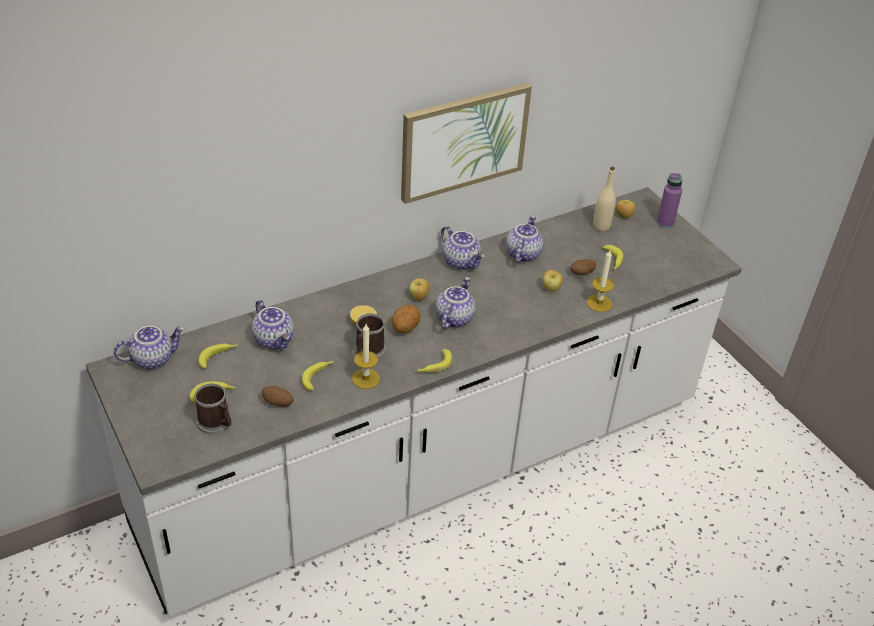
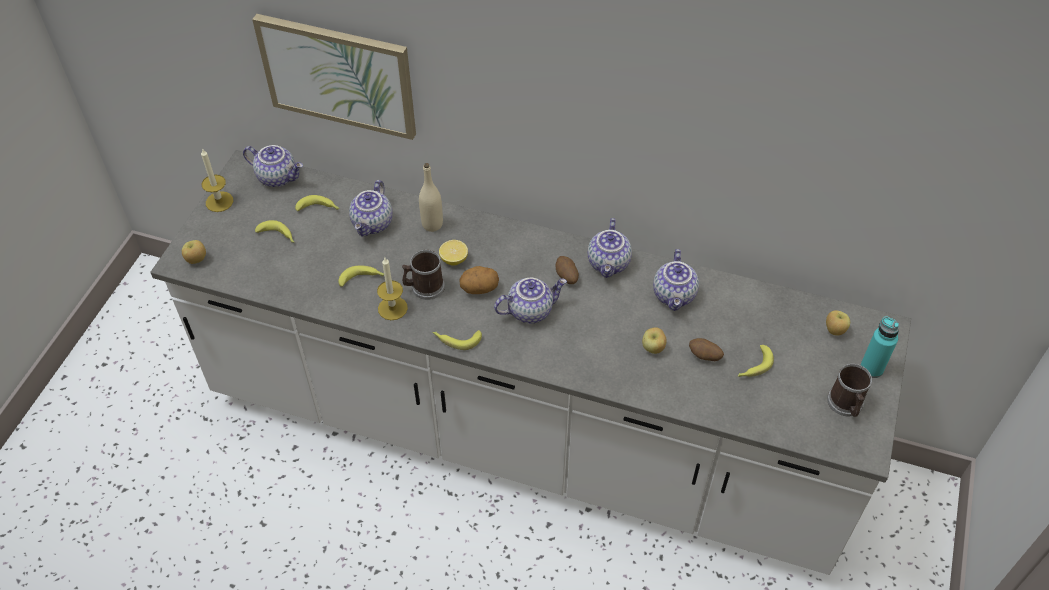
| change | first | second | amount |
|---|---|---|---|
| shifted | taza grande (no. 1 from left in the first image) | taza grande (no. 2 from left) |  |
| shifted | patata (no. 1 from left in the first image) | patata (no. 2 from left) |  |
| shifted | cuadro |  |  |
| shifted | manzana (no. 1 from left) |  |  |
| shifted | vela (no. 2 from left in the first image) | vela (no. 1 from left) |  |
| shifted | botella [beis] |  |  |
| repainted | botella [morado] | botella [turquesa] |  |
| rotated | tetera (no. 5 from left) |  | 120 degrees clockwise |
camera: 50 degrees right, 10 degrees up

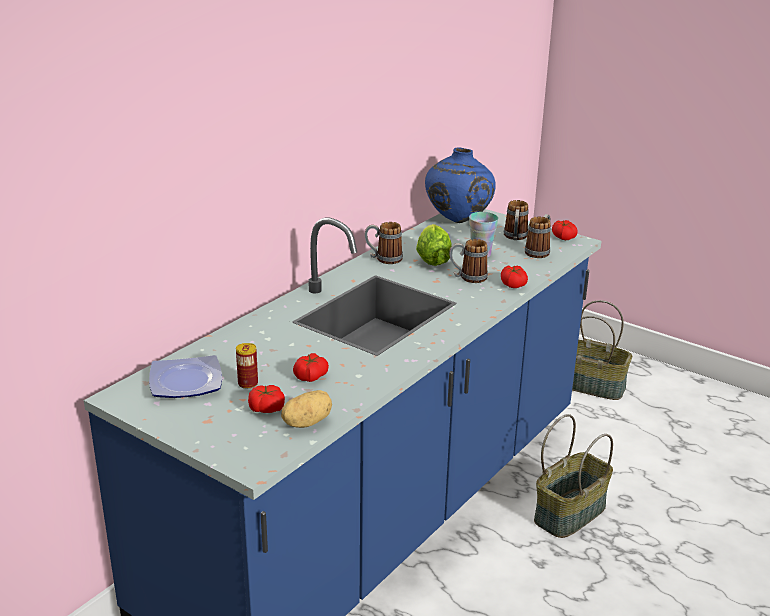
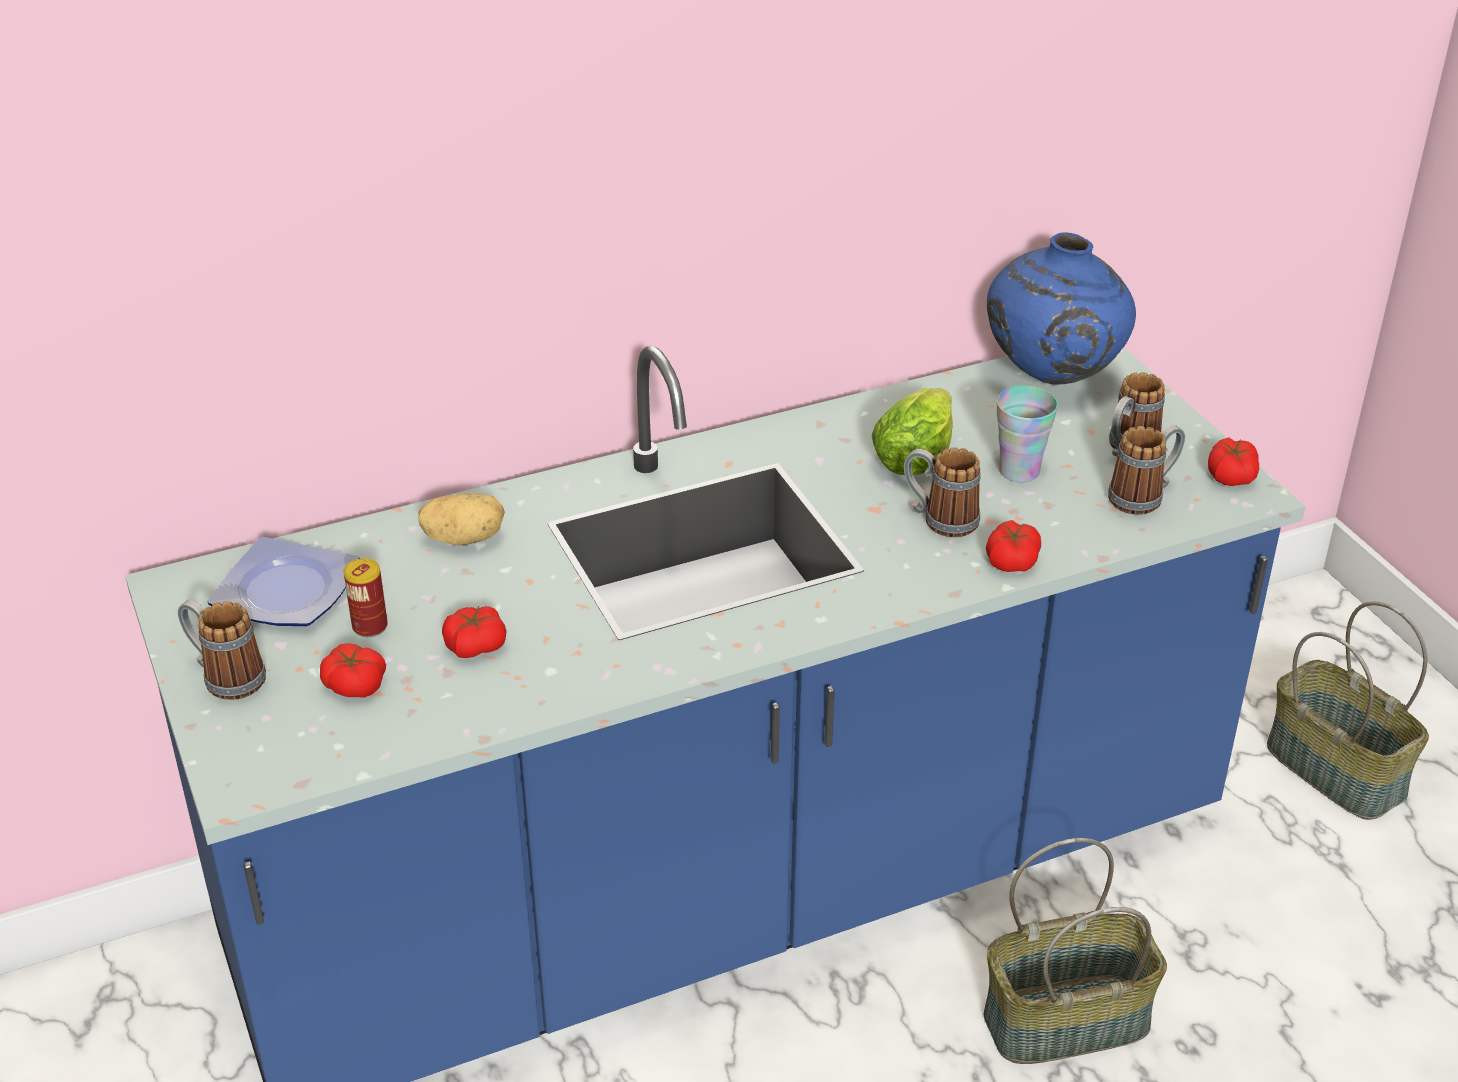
| change | first | second | amount |
|---|---|---|---|
| shifted | patata |  |  |
| shifted | taza grande (no. 1 from left) |  |  |
camera: 30 degrees right, 10 degrees up

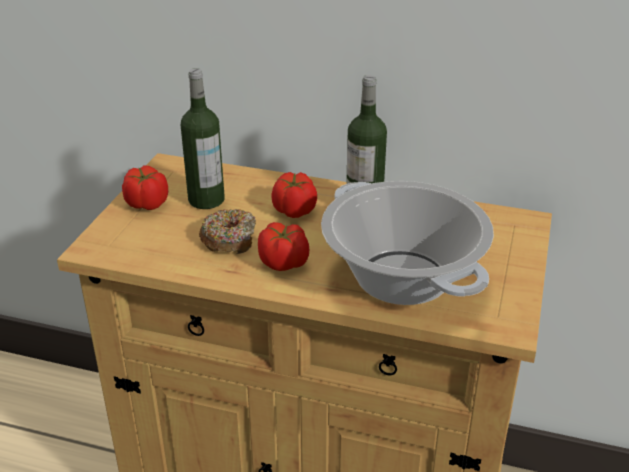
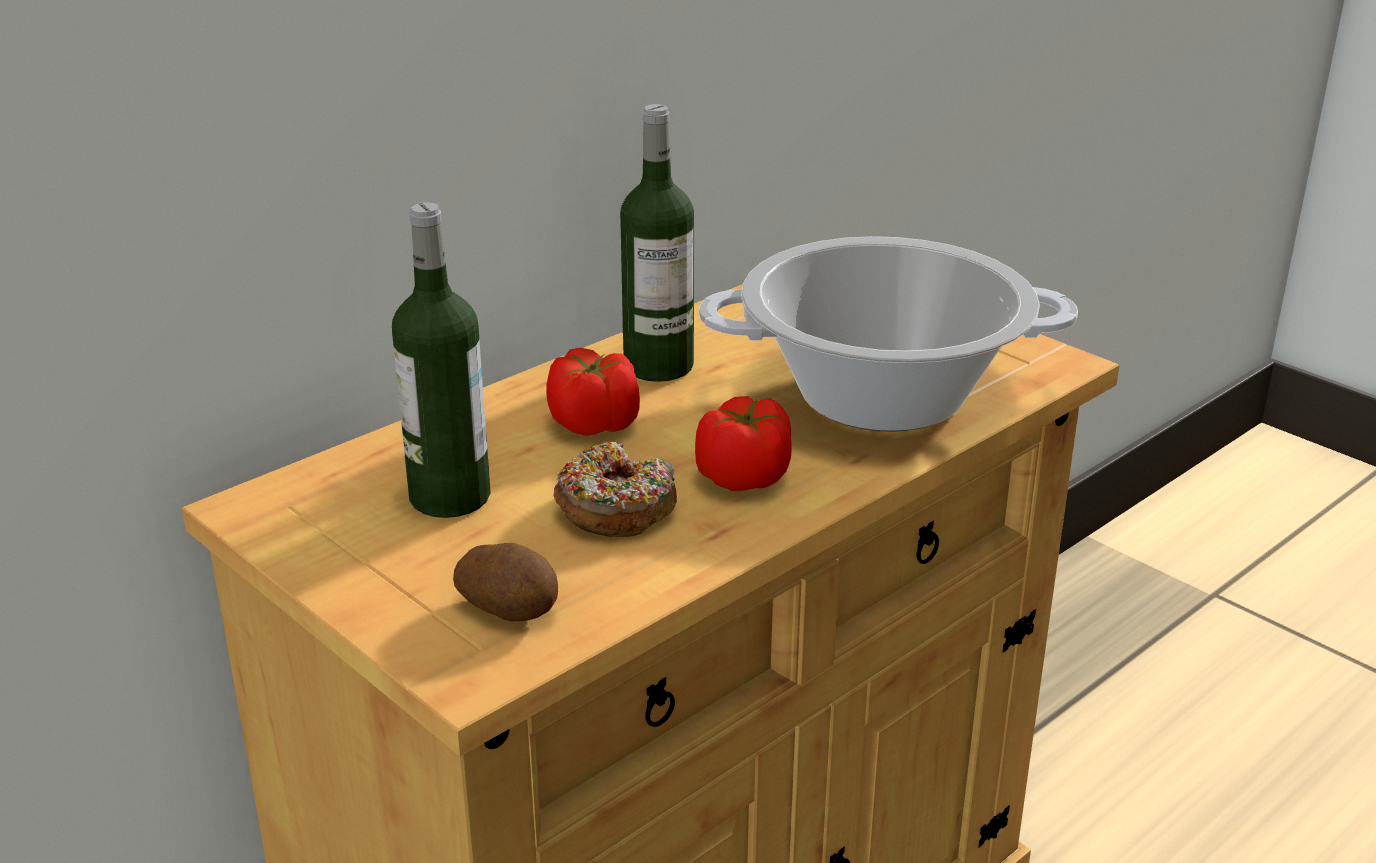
| change | first | second | amount |
|---|---|---|---|
| gone | tomate (no. 1 from left) |  |  |
| new |  | patata |  |
camera: 60 degrees left, 5 degrees down

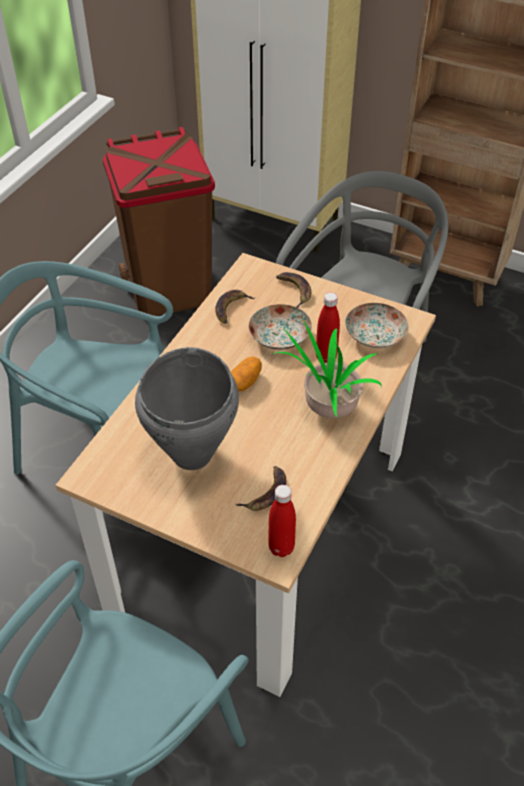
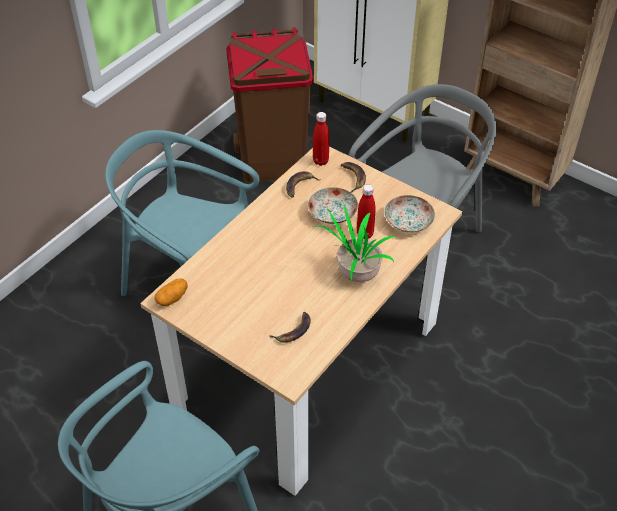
| change | first | second | amount |
|---|---|---|---|
| gone | olla [gris] |  |  |
| shifted | patata |  |  |
| shifted | botella [rojo] (no. 1 from left) |  |  |
camera: 10 degrees right, 0 degrees up

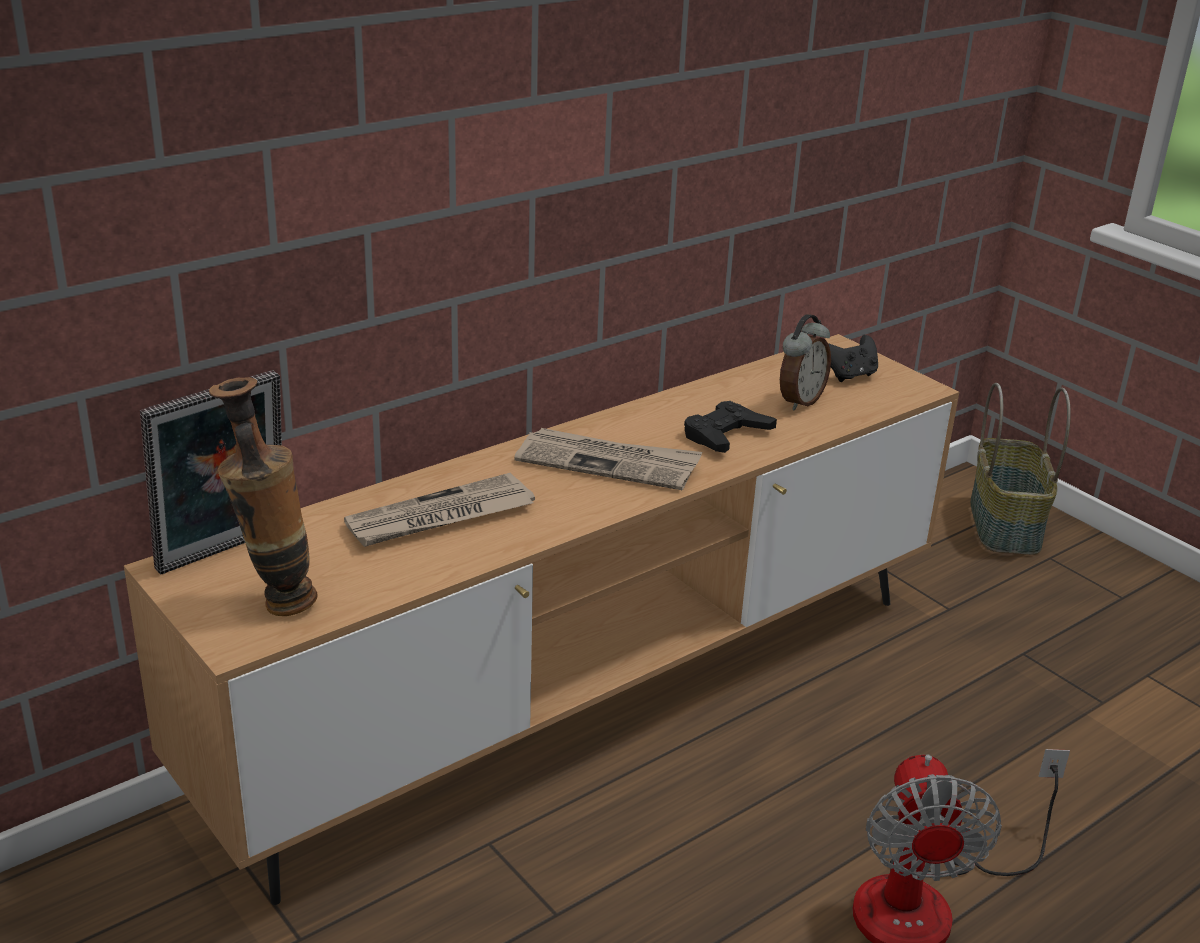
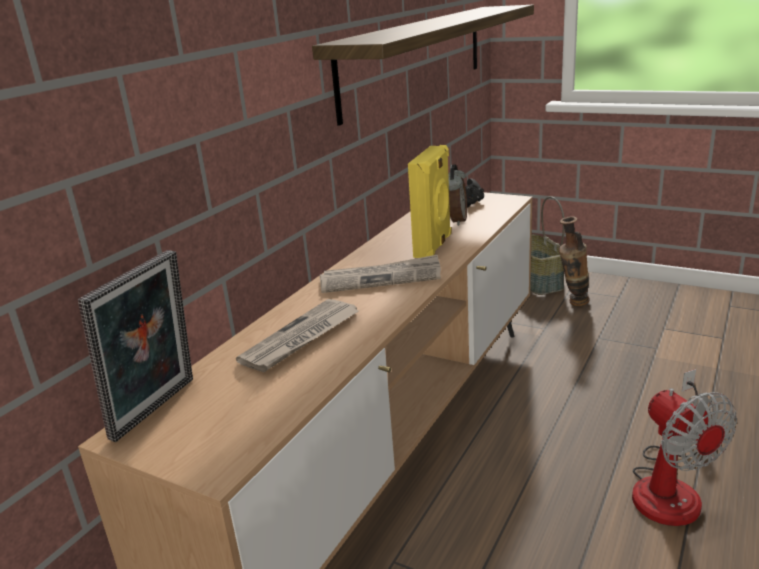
| change | first | second | amount |
|---|---|---|---|
| new |  | estante |  |
| shifted | florero |  |  |
| swapped | mando de consola [negro] (no. 1 from left) | altavoz [amarillo] |  |
camera: 20 degrees left, 5 degrees down

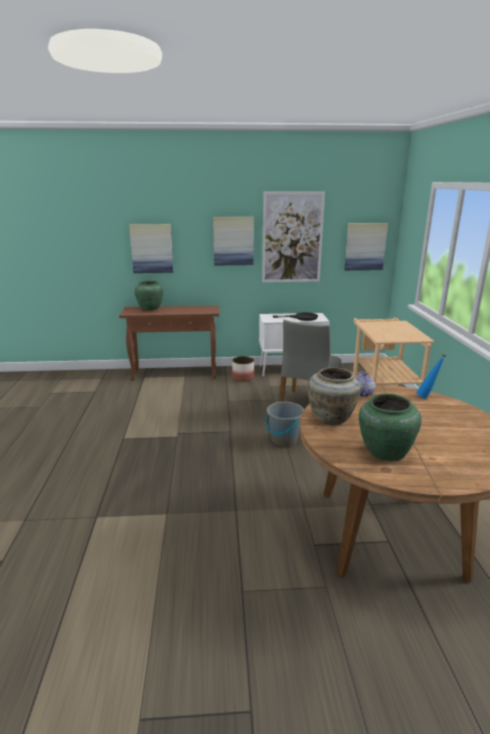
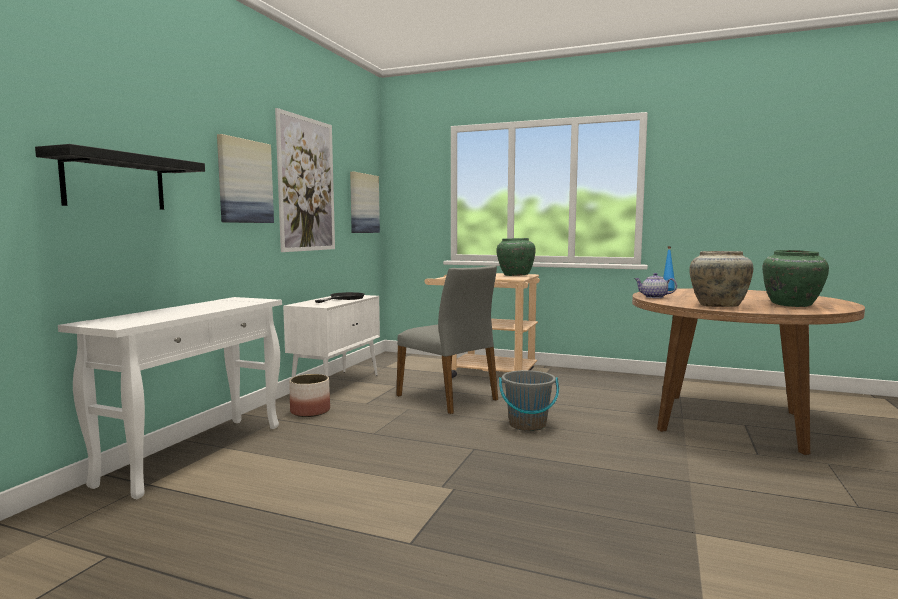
| change | first | second | amount |
|---|---|---|---|
| shifted | florero [verde] (no. 1 from left) |  |  |
| swapped | cuadro (no. 1 from left) | estante [negro] |  |
| repainted | mesa consola [marrón] | mesa consola [blanco] |  |
camera: 65 degrees left, 15 degrees down

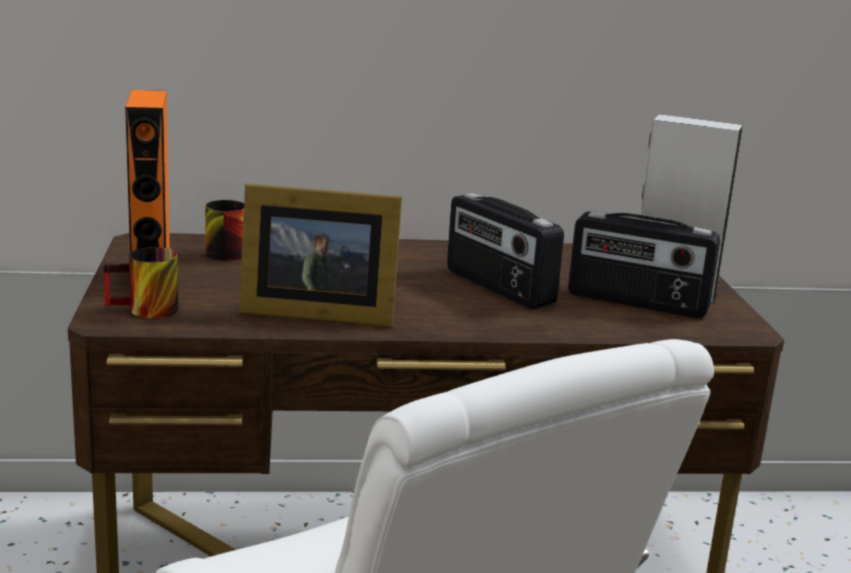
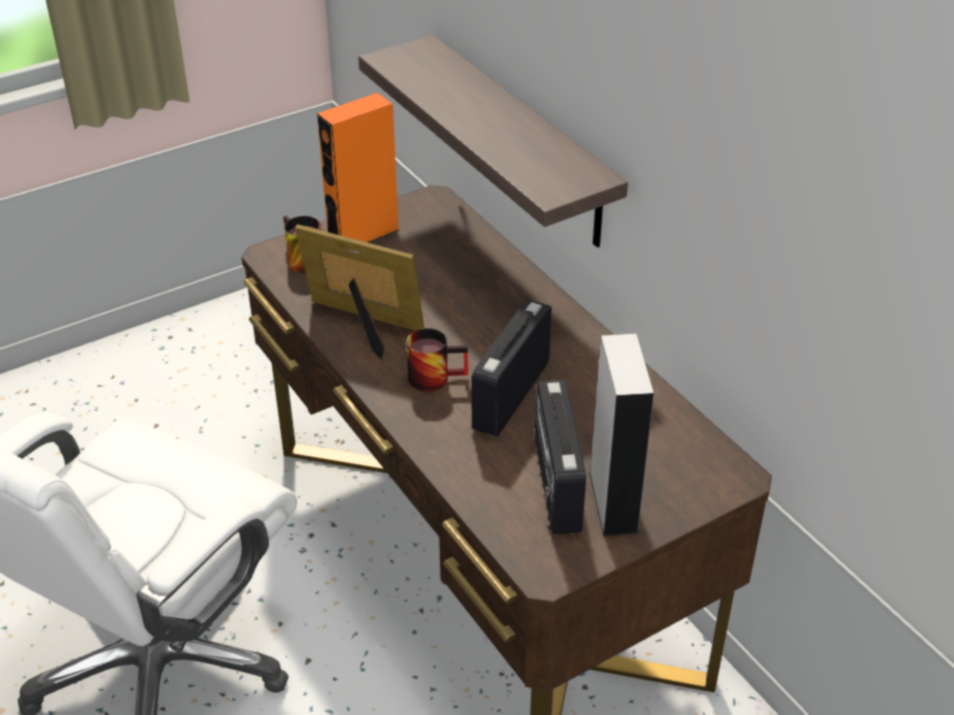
| change | first | second | amount |
|---|---|---|---|
| new |  | estante |  |
| shifted | taza grande (no. 2 from left) |  |  |
| rotated | portarretratos |  | 135 degrees clockwise |
camera: 65 degrees right, 20 degrees up

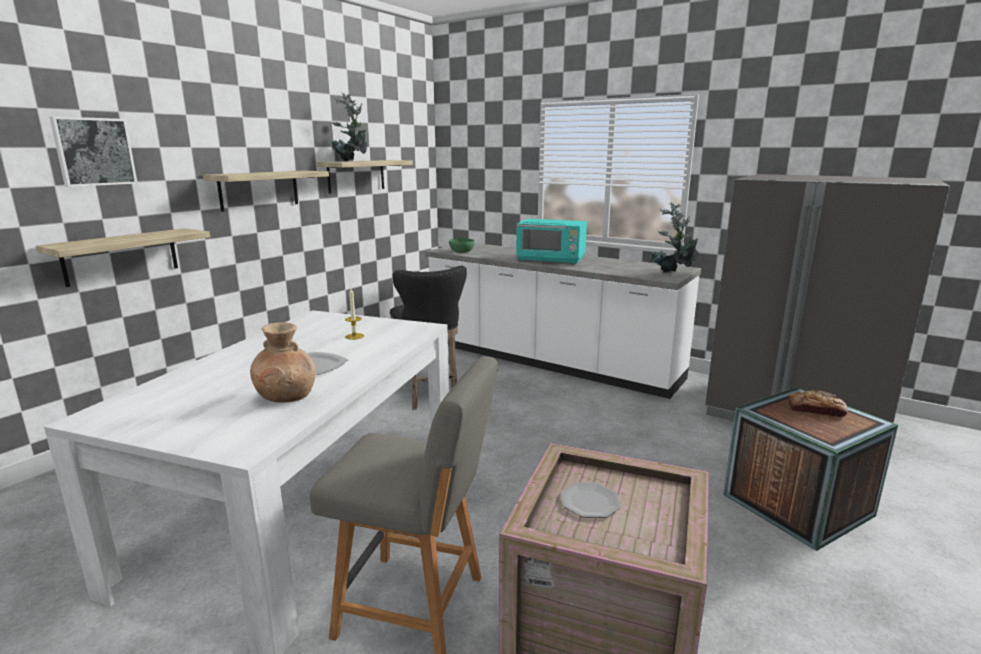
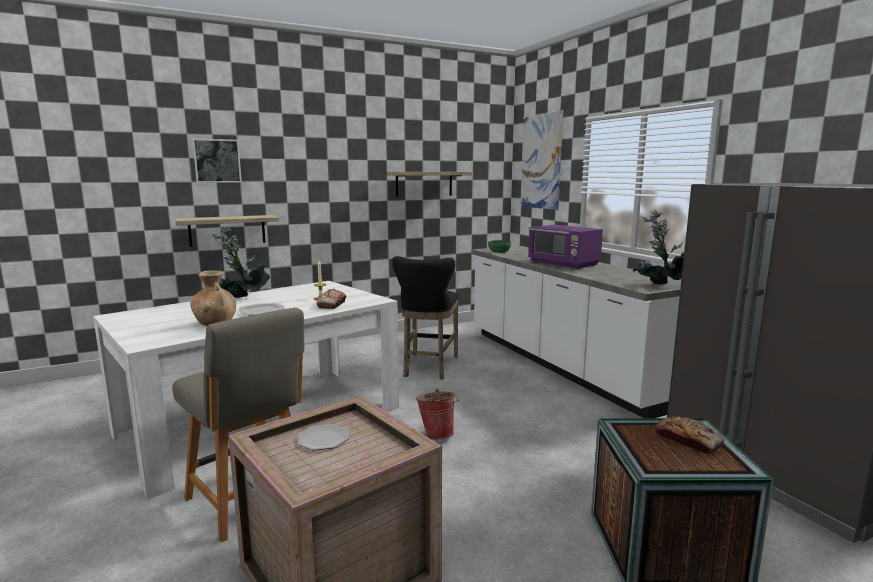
| change | first | second | amount |
|---|---|---|---|
| gone | estante (no. 2 from left) |  |  |
| new |  | pan (no. 1 from left) |  |
| new |  | cubo |  |
| new |  | cuadro (no. 2 from left) |  |
| shifted | planta en maceta (no. 1 from left) |  |  |
| repainted | microondas [turquesa] | microondas [morado] |  |
camera: 30 degrees right, 5 degrees down

